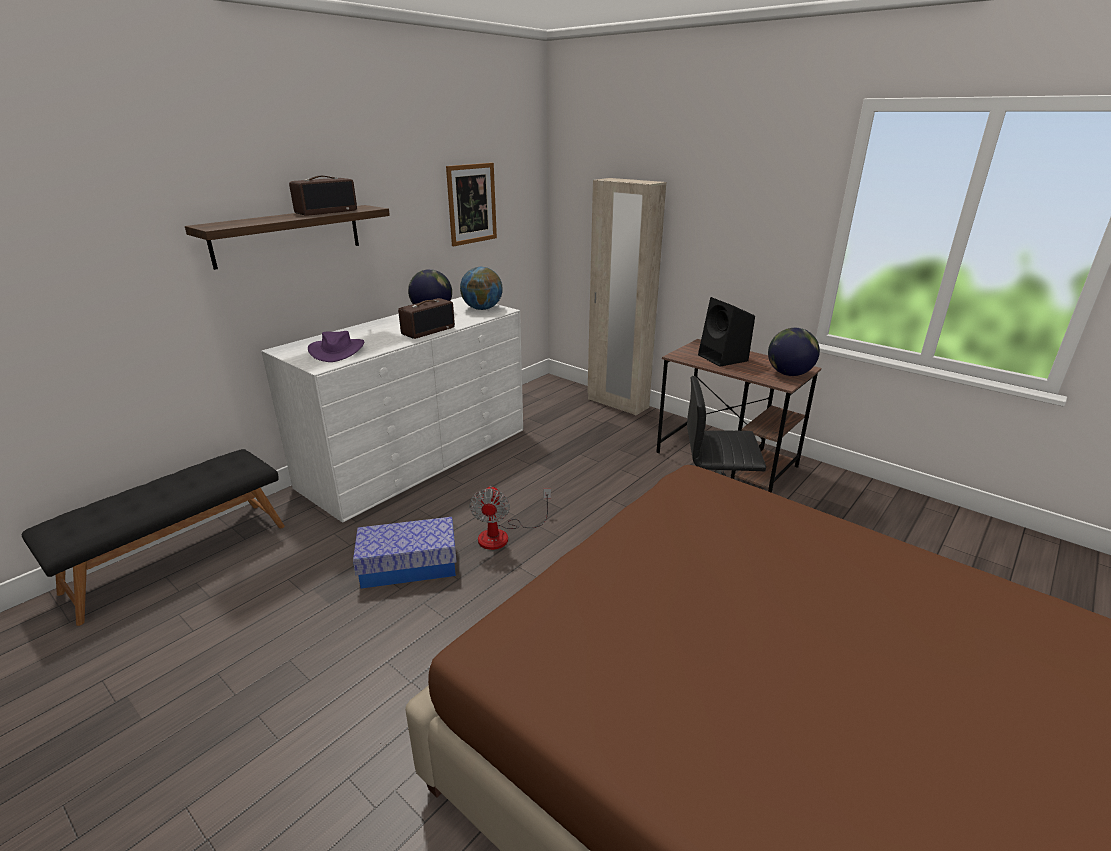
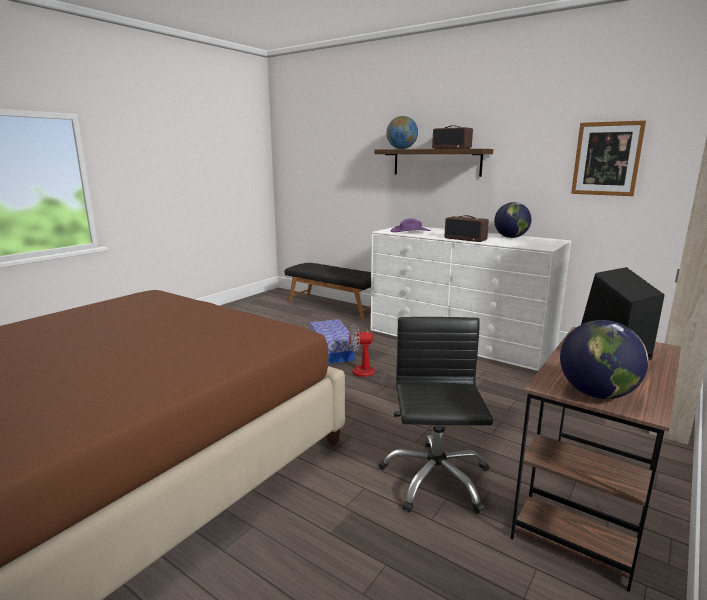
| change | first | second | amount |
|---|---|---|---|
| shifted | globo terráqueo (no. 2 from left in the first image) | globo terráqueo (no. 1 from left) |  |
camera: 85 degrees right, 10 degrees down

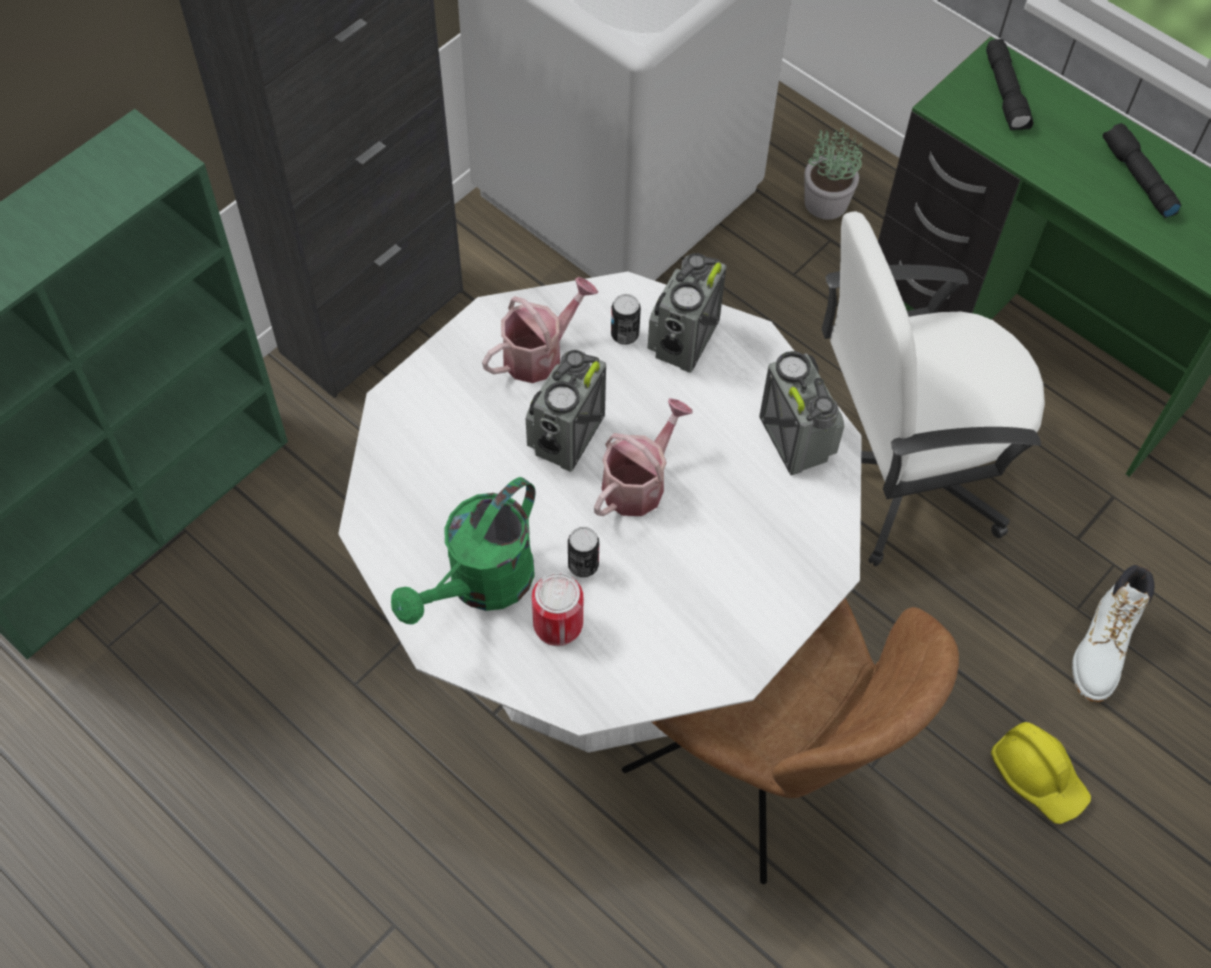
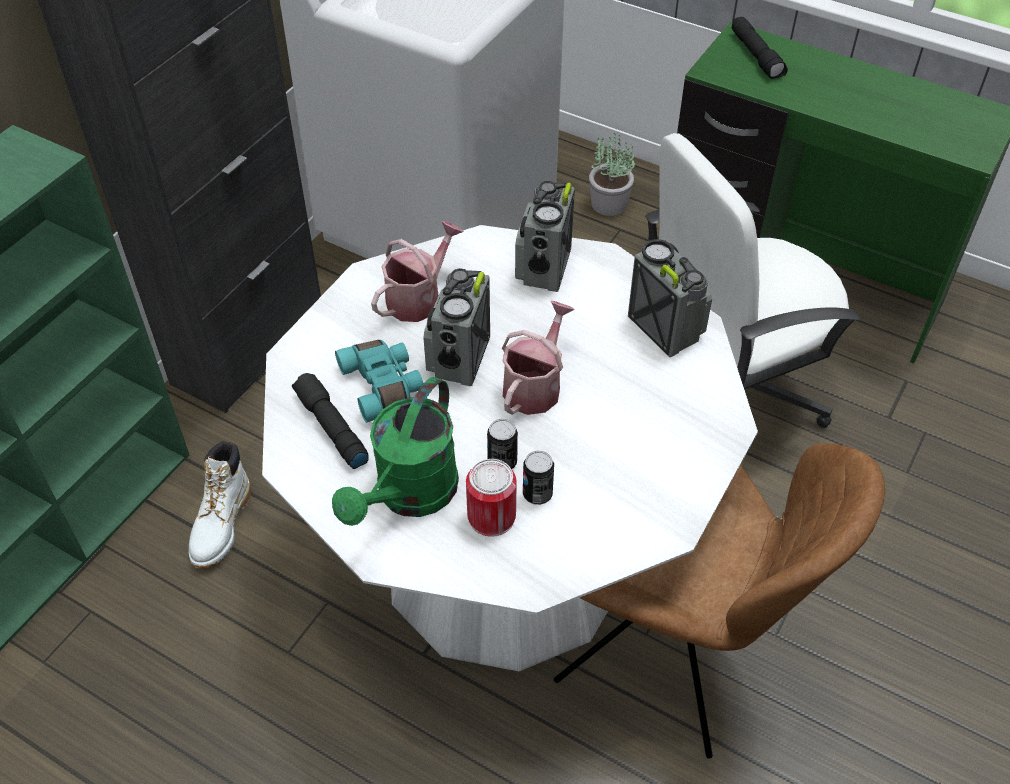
| change | first | second | amount |
|---|---|---|---|
| gone | casco [amarillo] |  |  |
| new |  | prismáticos [turquesa] |  |
| shifted | lata (no. 3 from left) |  |  |
| shifted | bota [blanco] |  |  |
| shifted | linterna [negro] (no. 2 from left in the first image) | linterna [negro] (no. 1 from left) |  |
camera: 10 degrees left, 10 degrees down

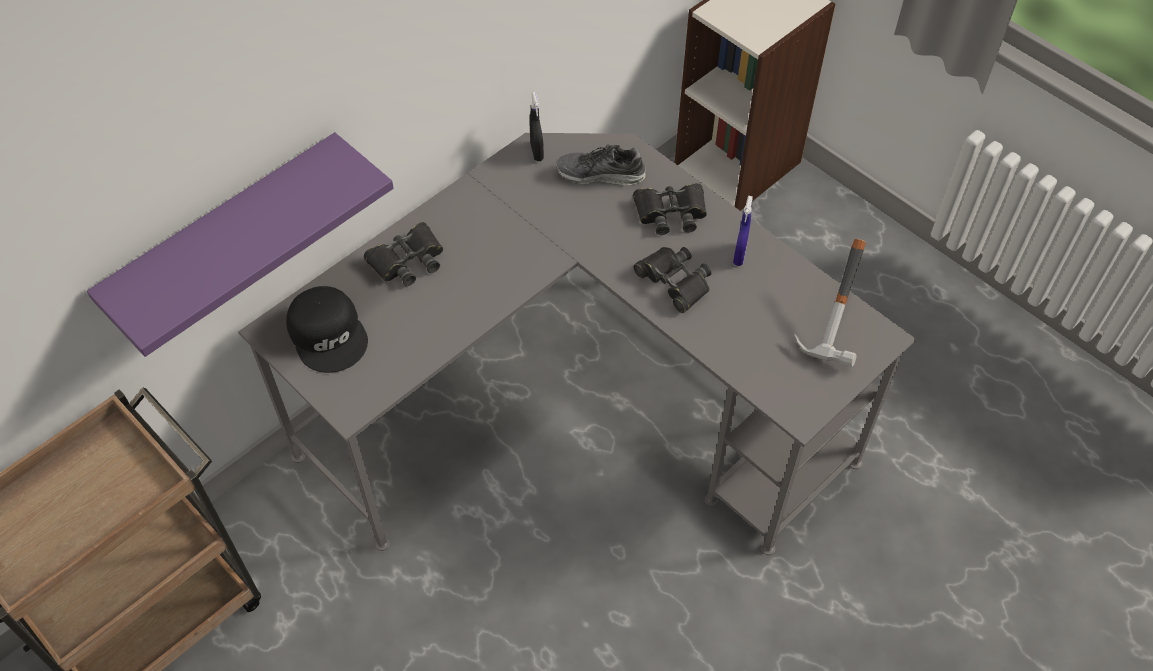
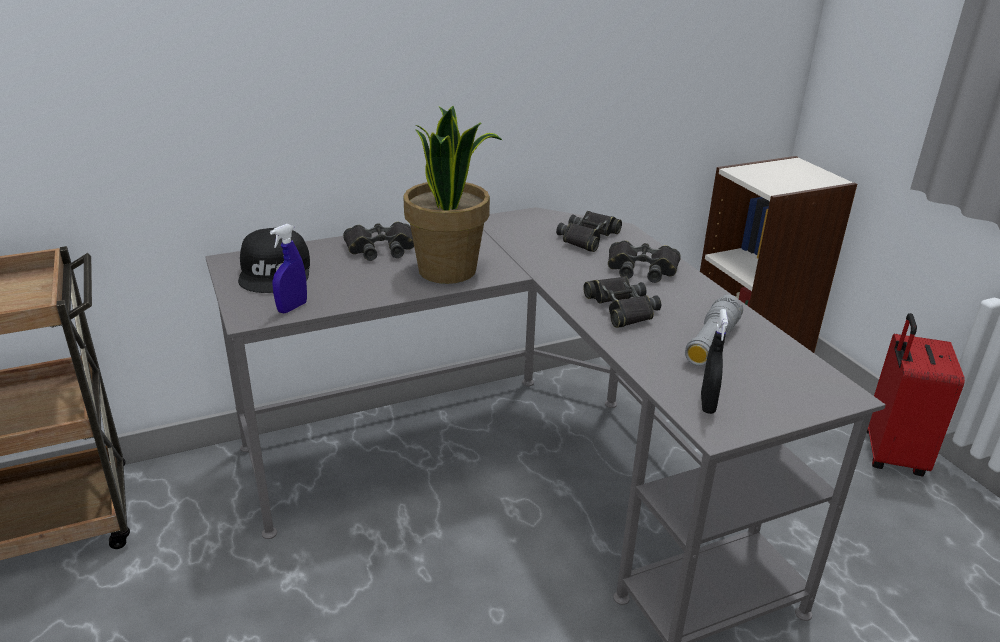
| change | first | second | amount |
|---|---|---|---|
| gone | estante [morado] |  |  |
| gone | martillo |  |  |
| new |  | planta en maceta |  |
| new |  | linterna [gris] |  |
| new |  | maleta [rojo] |  |
| shifted | pulverizador [negro] |  |  |
| shifted | pulverizador [azul] |  |  |
| swapped | zapato | prismáticos [negro] (no. 2 from left) |  |
camera: 20 degrees right, 25 degrees down

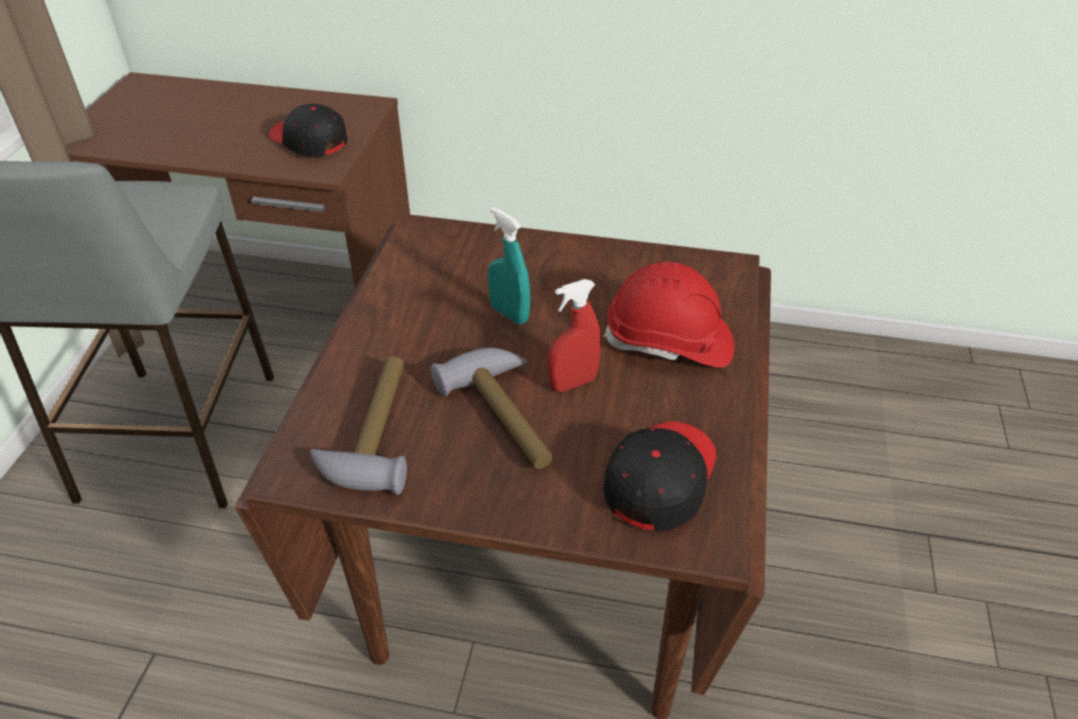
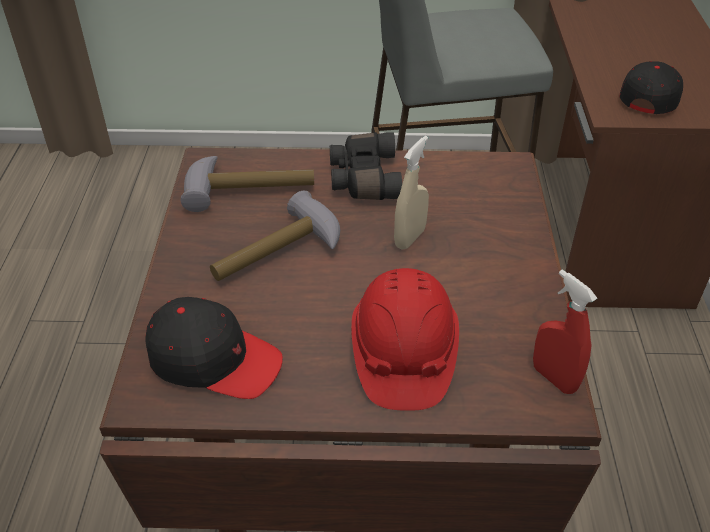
| change | first | second | amount |
|---|---|---|---|
| new |  | prismáticos [negro] |  |
| shifted | pulverizador [rojo] |  |  |
| repainted | pulverizador [turquesa] | pulverizador [beis] |  |
camera: 80 degrees right, 0 degrees up

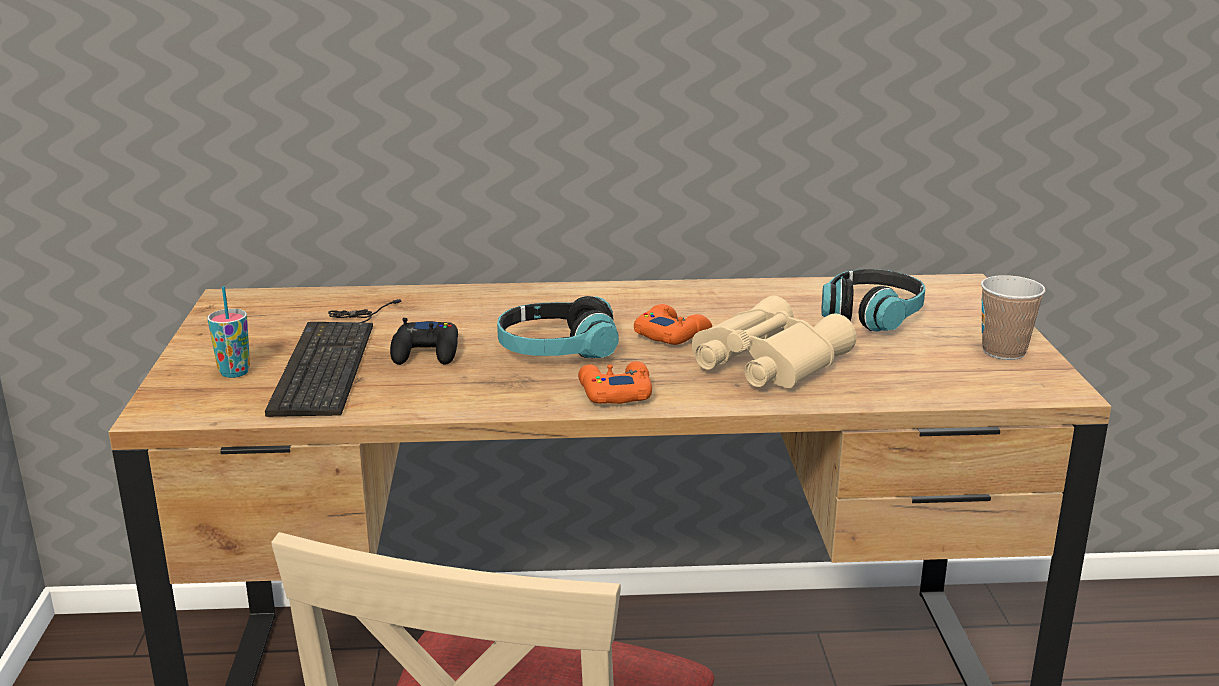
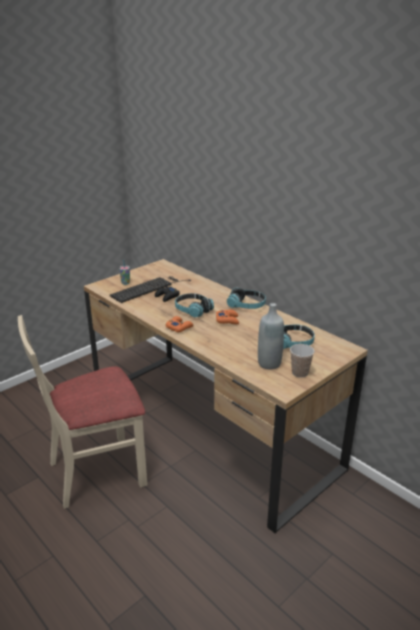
| change | first | second | amount |
|---|---|---|---|
| gone | prismáticos [beis] |  |  |
| new |  | auriculares (no. 2 from left) |  |
| new |  | botella [gris] |  |
camera: 50 degrees right, 5 degrees up

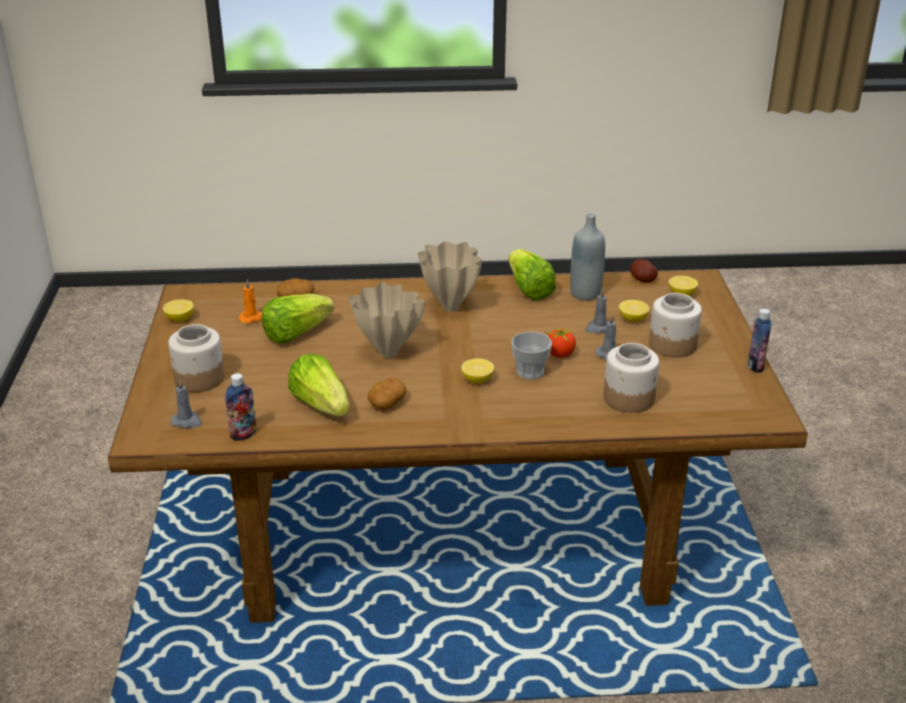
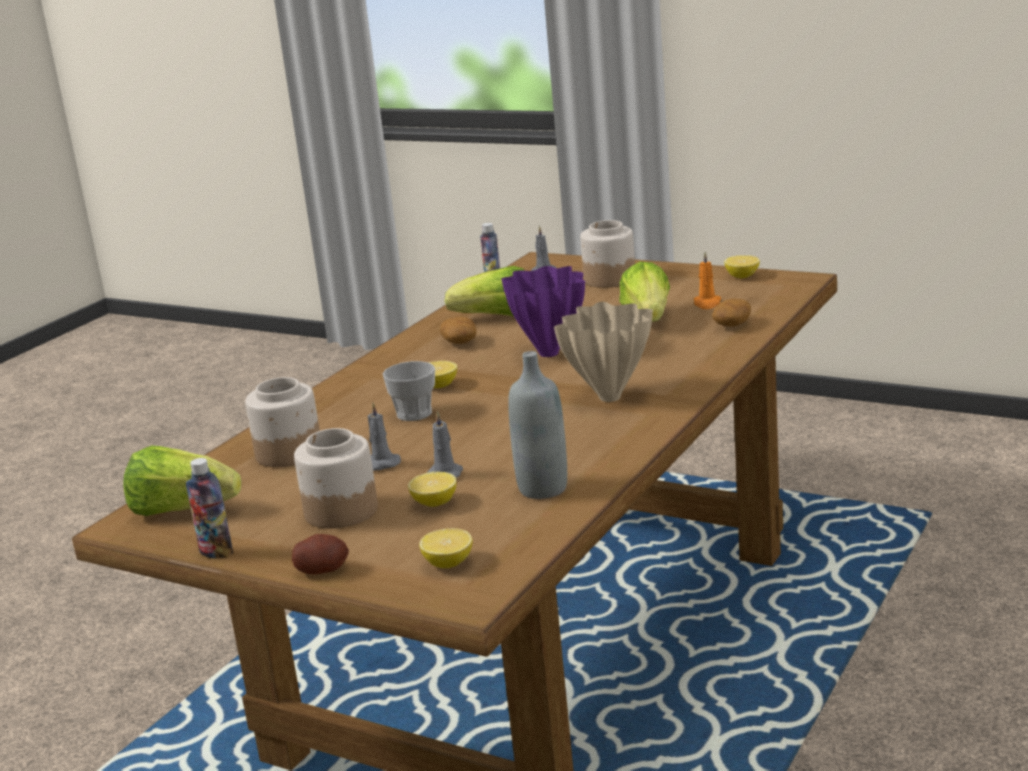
| change | first | second | amount |
|---|---|---|---|
| gone | tomate |  |  |
| shifted | lechuga (no. 3 from left in the first image) | lechuga (no. 1 from left) |  |
| shifted | patata (no. 3 from left in the first image) | patata (no. 1 from left) |  |
| repainted | florero [beis] (no. 1 from left) | florero [morado] |  |
camera: 125 degrees right, 10 degrees down

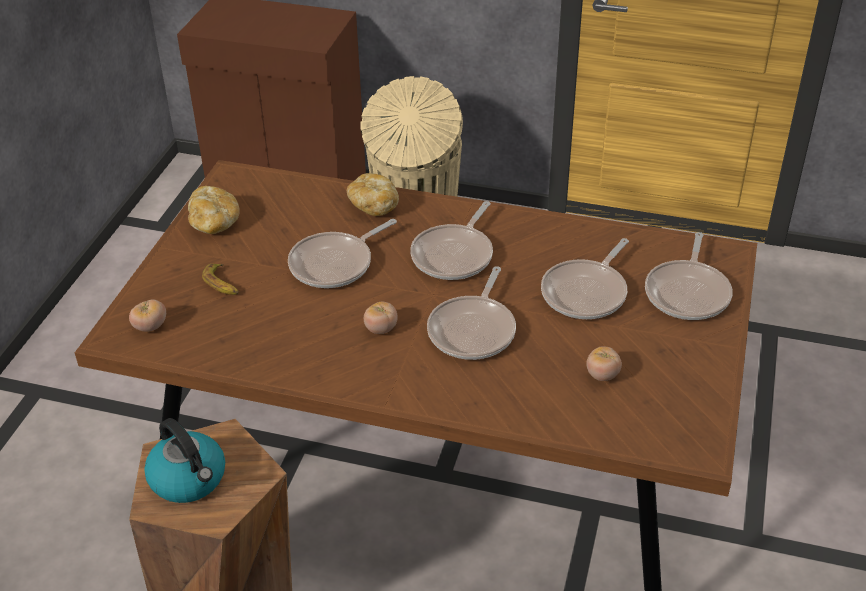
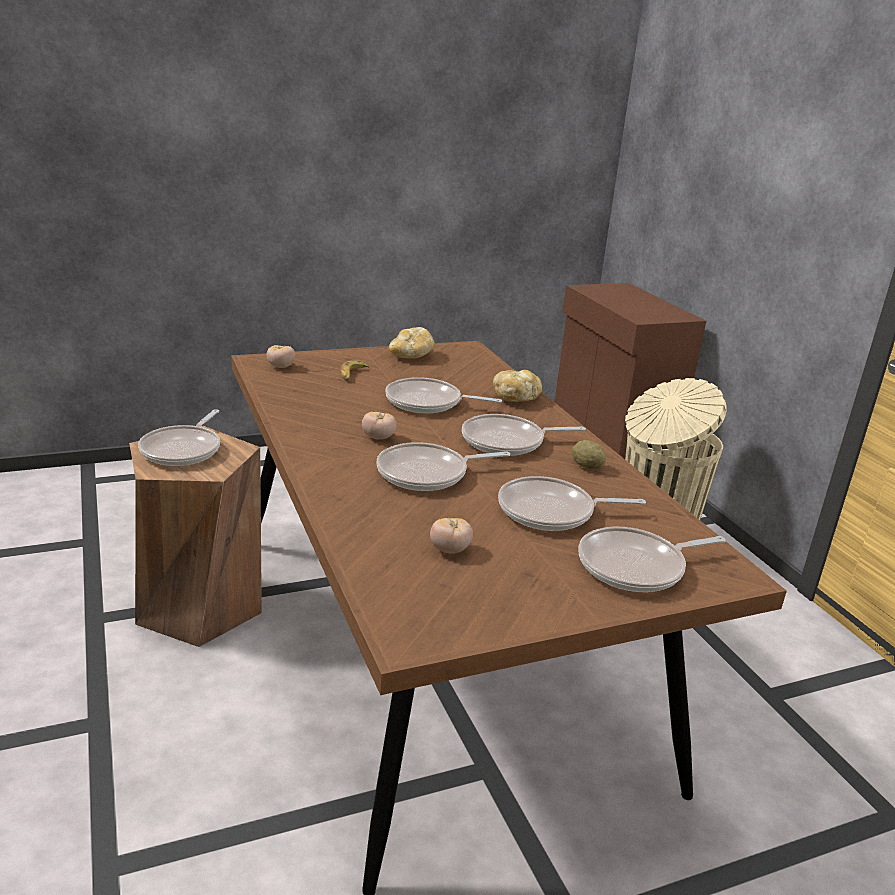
| change | first | second | amount |
|---|---|---|---|
| new |  | patata |  |
| swapped | hervidor | sartén (no. 1 from left) |  |
camera: 50 degrees right, 15 degrees down

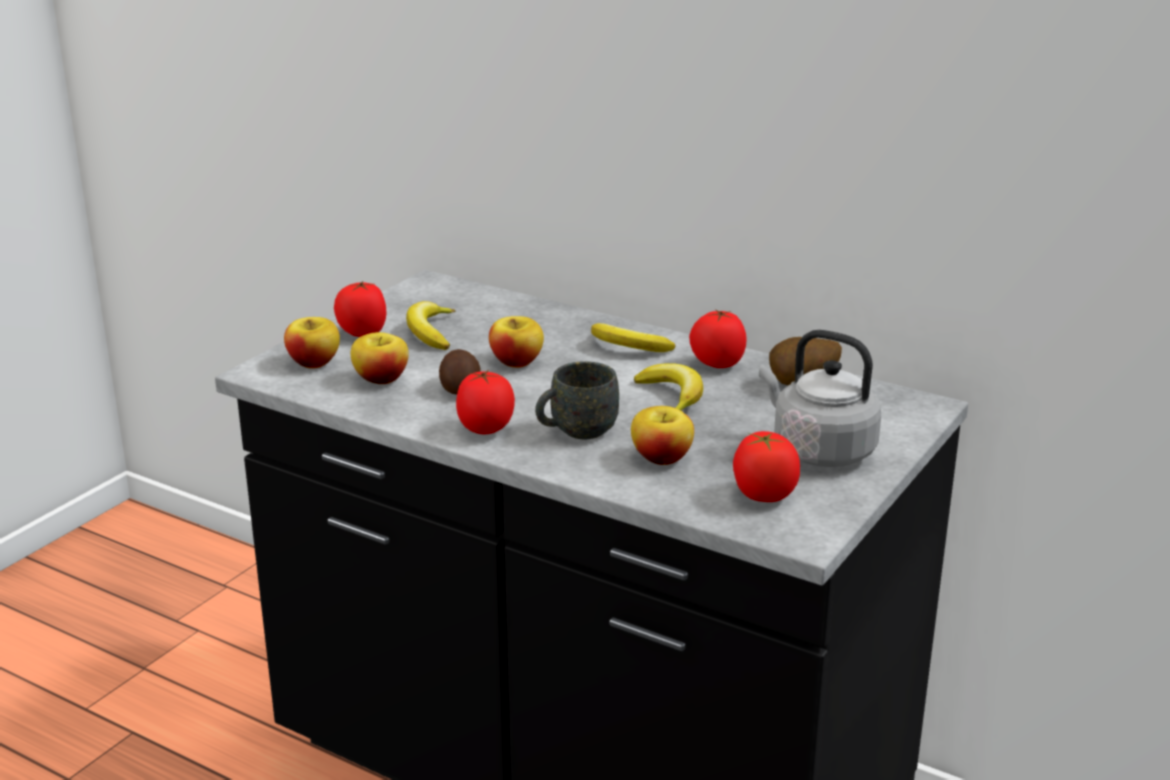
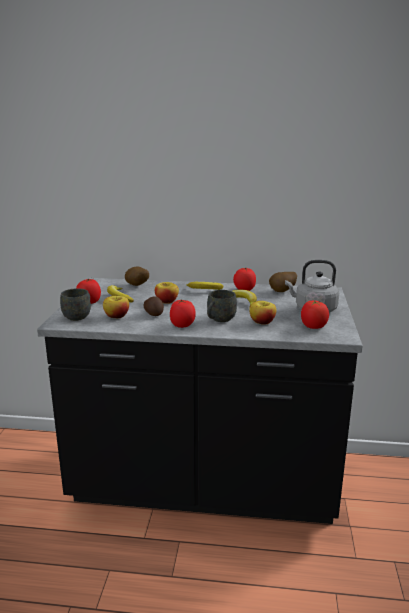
| change | first | second | amount |
|---|---|---|---|
| new |  | patata (no. 1 from left) |  |
| swapped | manzana (no. 1 from left) | taza grande [gris] (no. 1 from left) |  |
camera: 25 degrees left, 5 degrees down

